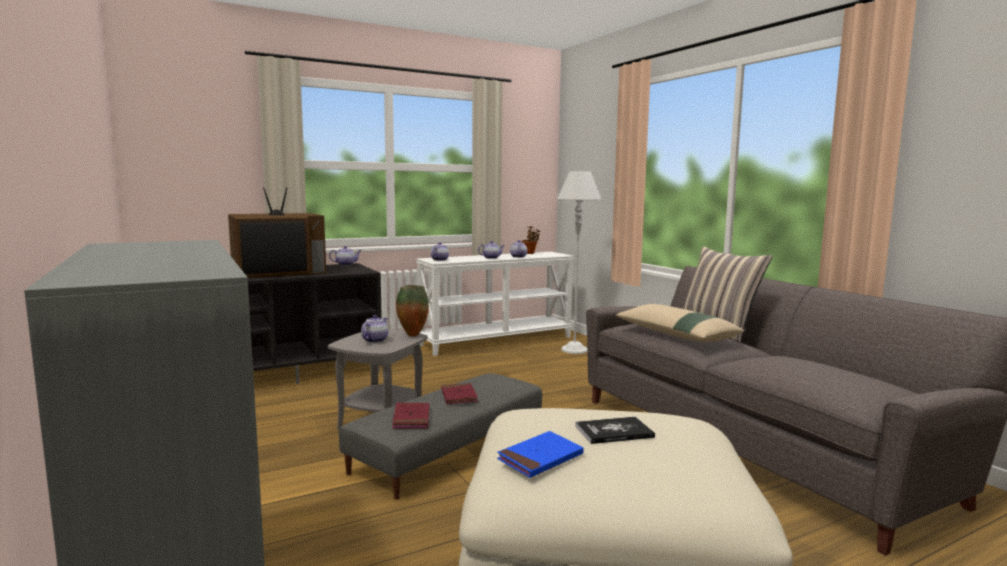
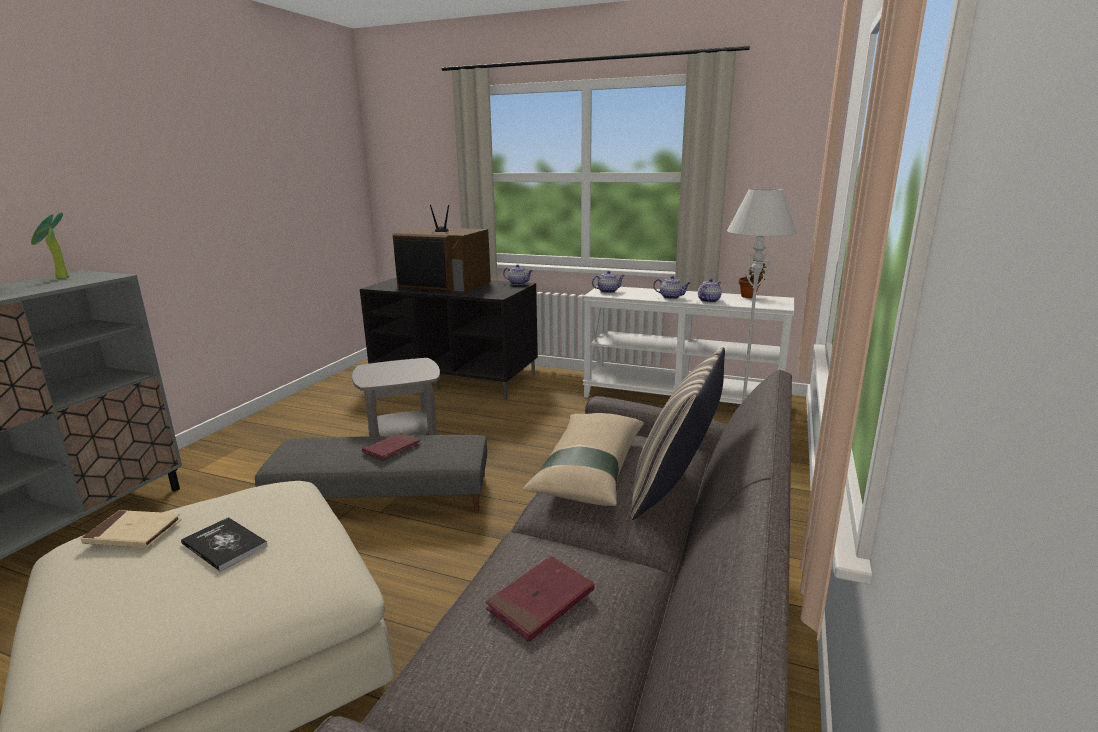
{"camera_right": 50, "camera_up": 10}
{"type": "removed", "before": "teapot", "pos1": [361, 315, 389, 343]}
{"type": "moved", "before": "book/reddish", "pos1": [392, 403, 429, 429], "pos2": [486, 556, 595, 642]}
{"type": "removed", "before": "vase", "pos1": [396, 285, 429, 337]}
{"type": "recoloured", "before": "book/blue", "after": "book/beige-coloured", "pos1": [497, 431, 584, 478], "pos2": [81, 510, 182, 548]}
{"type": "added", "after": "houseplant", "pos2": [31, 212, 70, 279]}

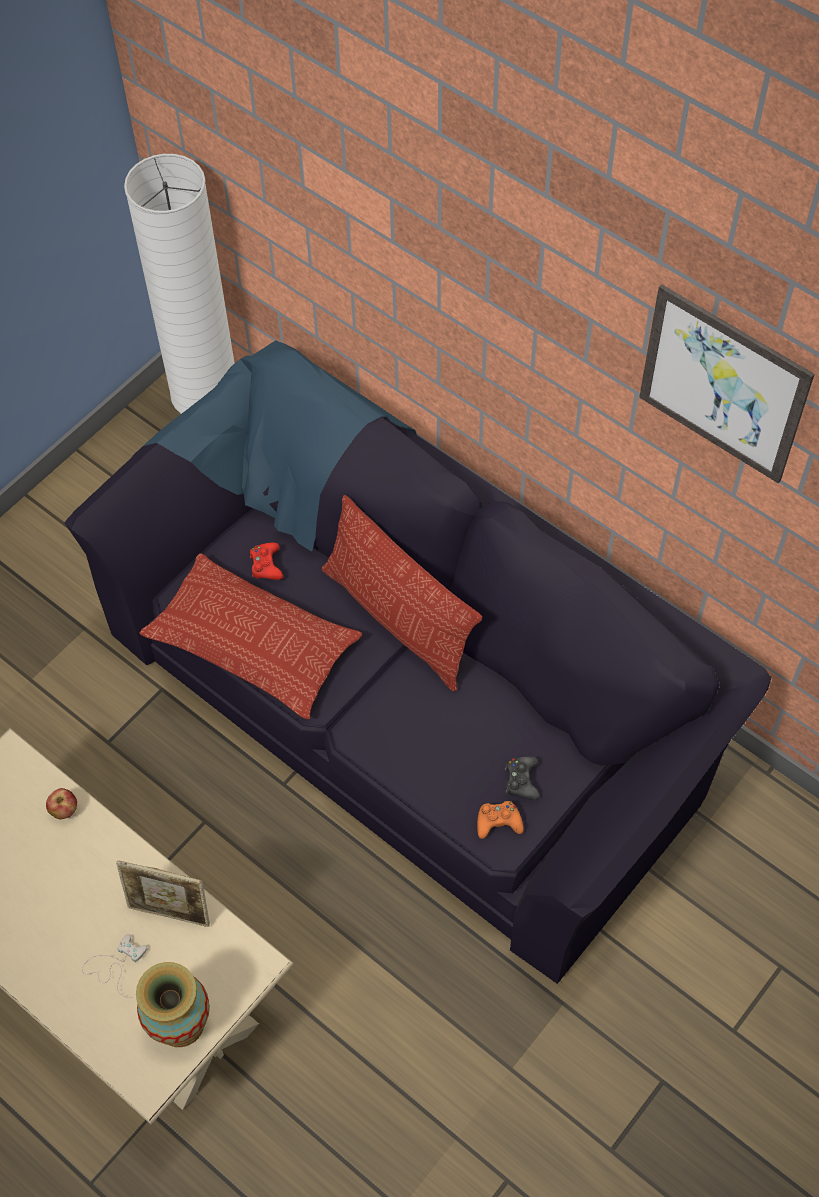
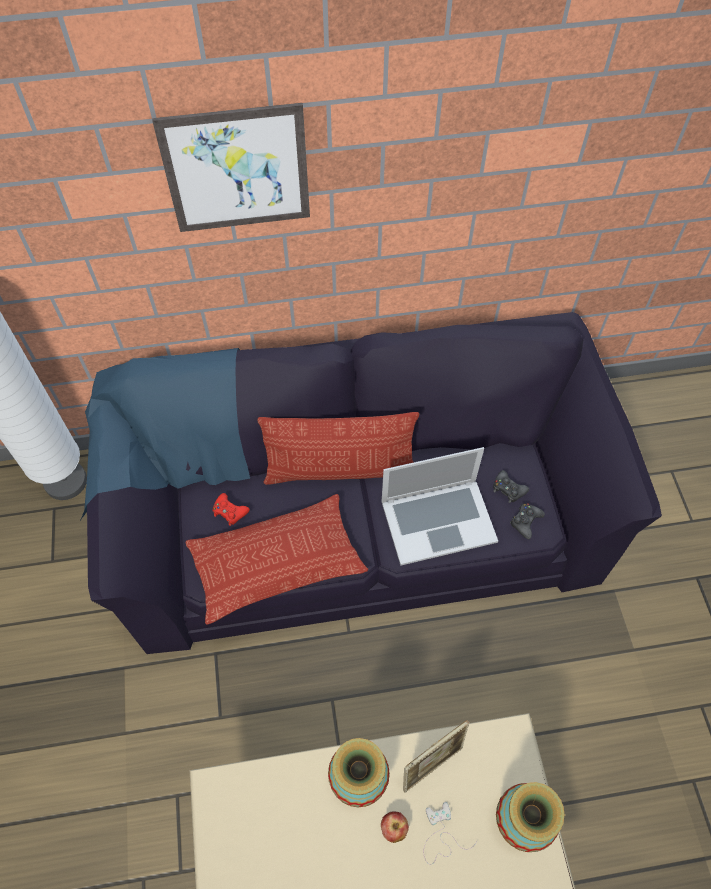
{"camera_right": -50, "camera_up": 0}
{"type": "moved", "before": "apple fruit", "pos1": [46, 788, 77, 819], "pos2": [381, 812, 409, 843]}
{"type": "recoloured", "before": "game controller/orange-coloured", "after": "game controller/blackish", "pos1": [477, 801, 524, 839], "pos2": [510, 503, 545, 539]}
{"type": "moved", "before": "wall art", "pos1": [639, 284, 815, 483], "pos2": [152, 103, 310, 232]}
{"type": "added", "after": "vase", "pos2": [328, 738, 390, 807]}
{"type": "added", "after": "laptop", "pos2": [382, 447, 498, 566]}

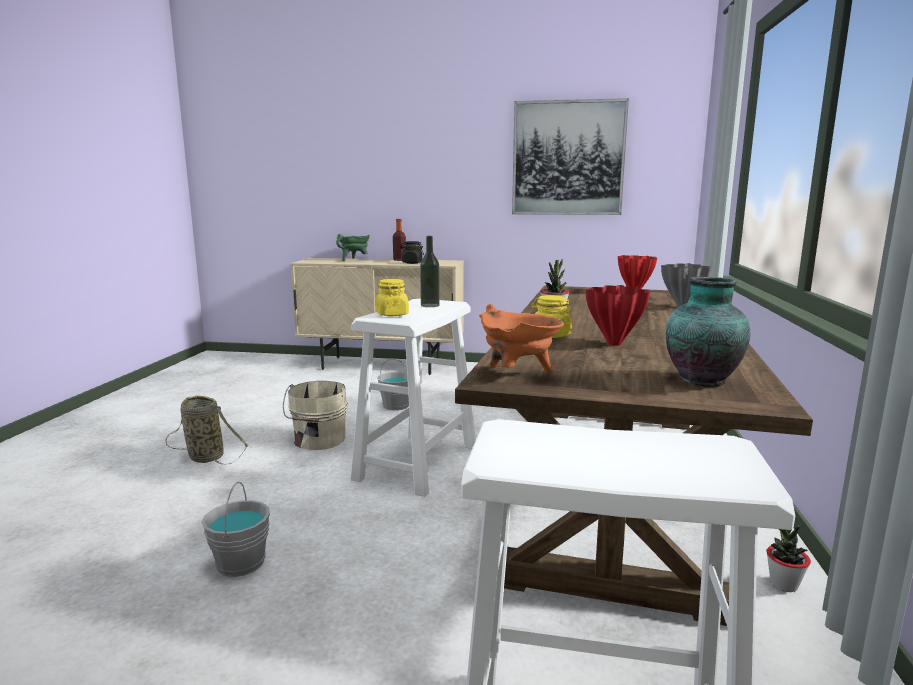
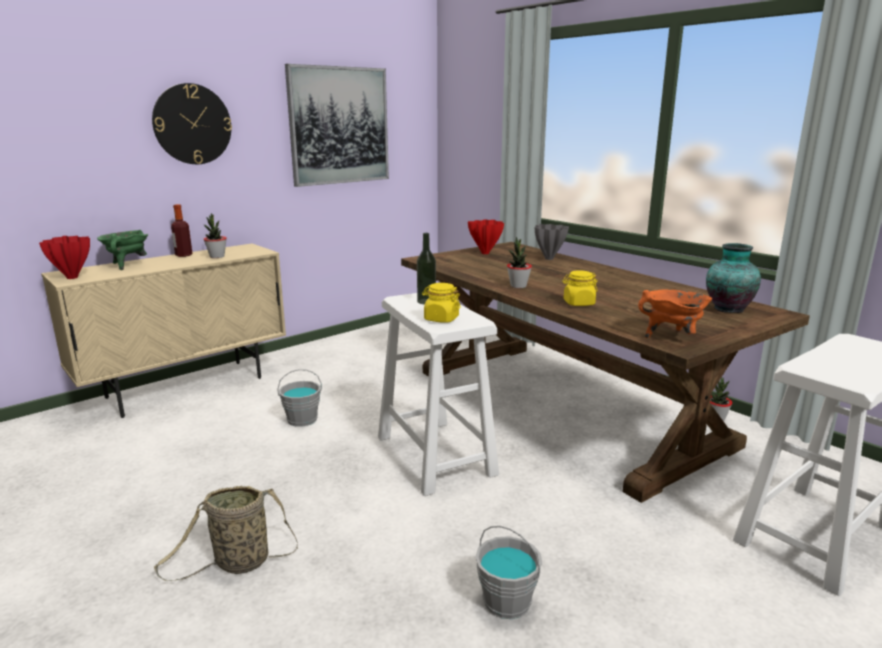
{"camera_right": -50, "camera_up": 5}
{"type": "removed", "before": "water bucket/beige-coloured", "pos1": [283, 381, 348, 450]}
{"type": "replaced", "before": "preserve jar/blackish", "after": "houseplant", "pos1": [400, 241, 424, 264], "pos2": [203, 213, 227, 258]}
{"type": "moved", "before": "vase/reddish", "pos1": [585, 285, 650, 346], "pos2": [39, 236, 90, 279]}
{"type": "added", "after": "clock on the wall", "pos2": [152, 83, 232, 164]}

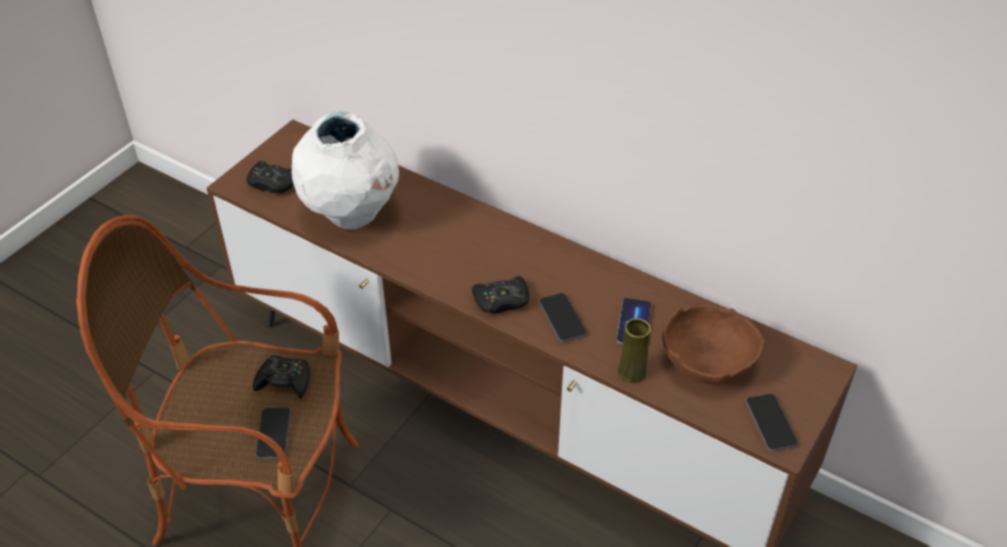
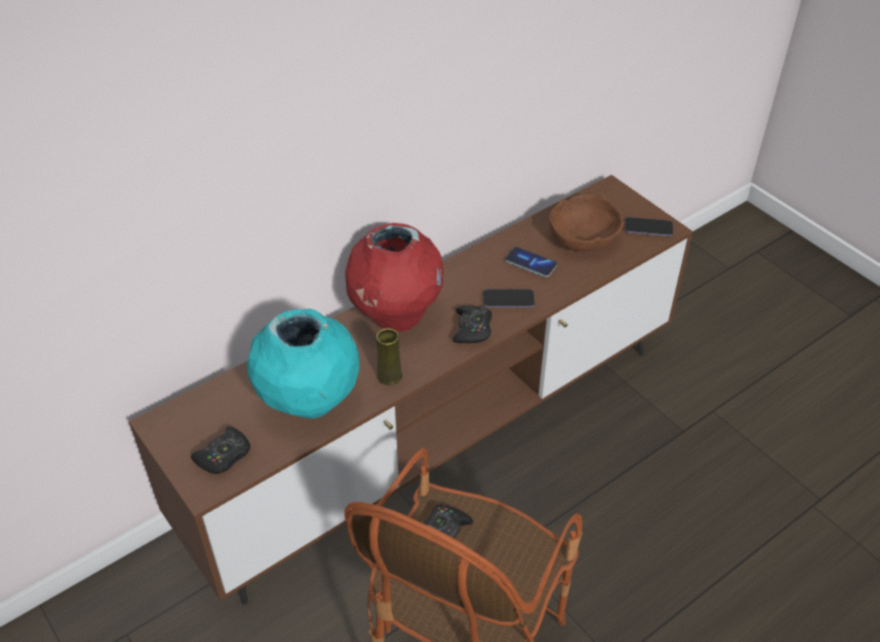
{"camera_right": -70, "camera_up": 0}
{"type": "removed", "before": "telephone", "pos1": [256, 407, 291, 459]}
{"type": "recoloured", "before": "vase/white", "after": "vase/blue-green", "pos1": [292, 111, 399, 229], "pos2": [247, 309, 359, 419]}
{"type": "moved", "before": "vase/yellowish", "pos1": [618, 318, 651, 383], "pos2": [376, 328, 402, 385]}
{"type": "added", "after": "vase/reddish", "pos2": [345, 223, 444, 332]}

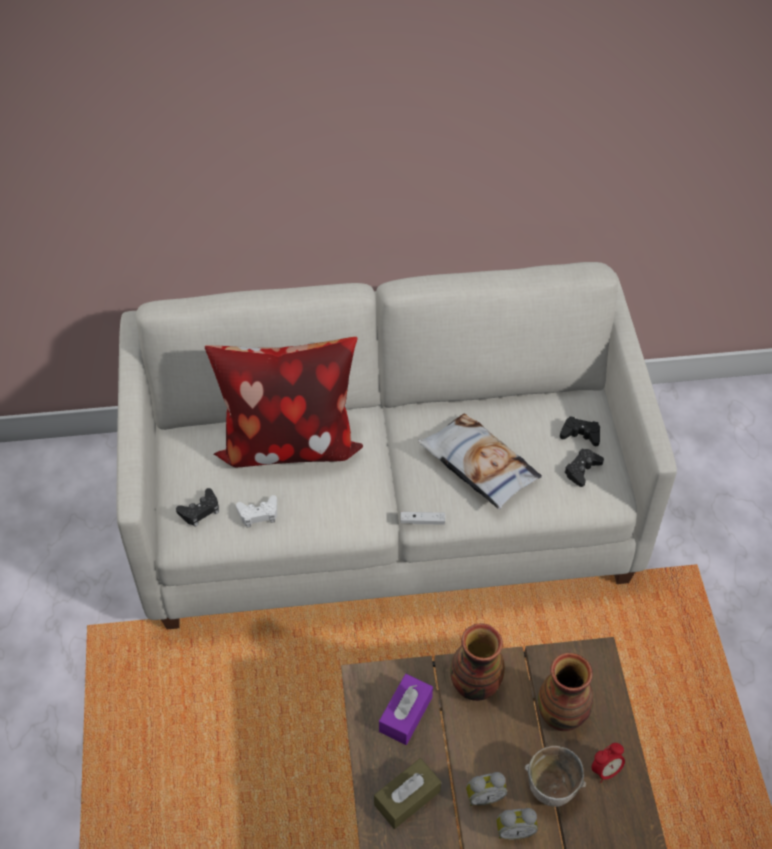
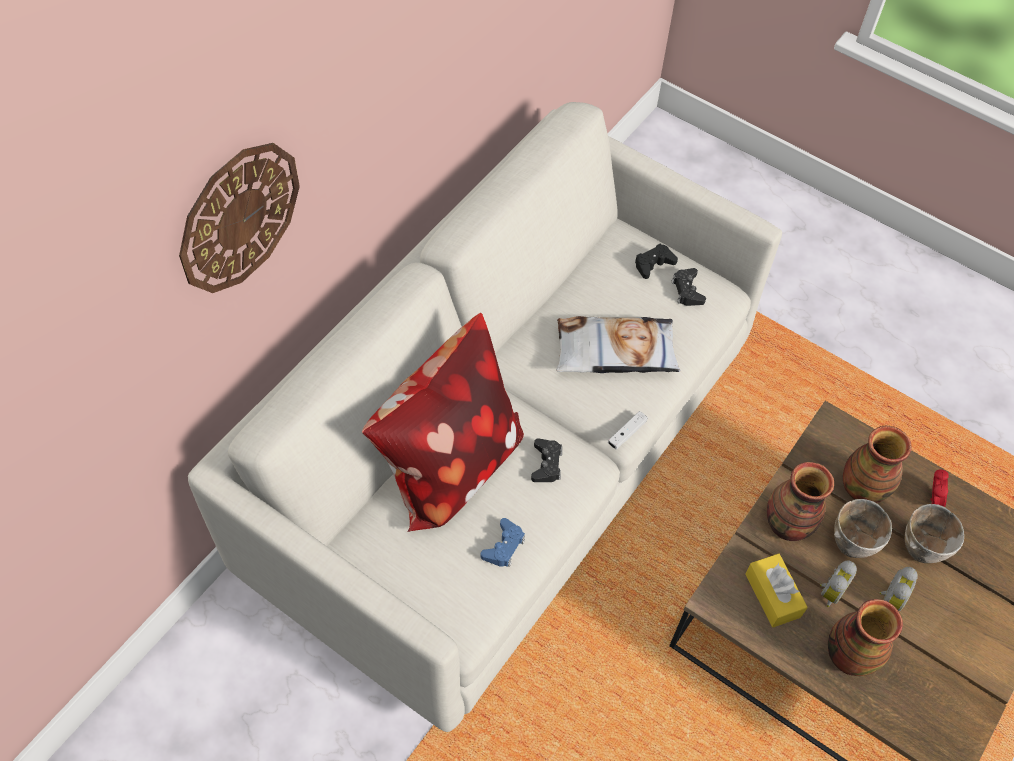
{"camera_right": -50, "camera_up": 5}
{"type": "moved", "before": "game controller/blackish", "pos1": [176, 488, 219, 527], "pos2": [531, 438, 562, 482]}
{"type": "recoloured", "before": "game controller/white", "after": "game controller/blue", "pos1": [236, 495, 277, 528], "pos2": [481, 518, 525, 567]}
{"type": "replaced", "before": "tissue box/brown", "after": "vase", "pos1": [374, 758, 441, 829], "pos2": [828, 599, 903, 676]}
{"type": "recoloured", "before": "tissue box/purple-coloured", "after": "tissue box/yellowish", "pos1": [379, 674, 433, 745], "pos2": [745, 553, 808, 627]}
{"type": "moved", "before": "alarm clock", "pos1": [496, 808, 538, 840], "pos2": [820, 561, 857, 607]}
{"type": "added", "after": "clock on the wall", "pos2": [179, 143, 300, 293]}
{"type": "added", "after": "bowl", "pos2": [834, 499, 892, 558]}

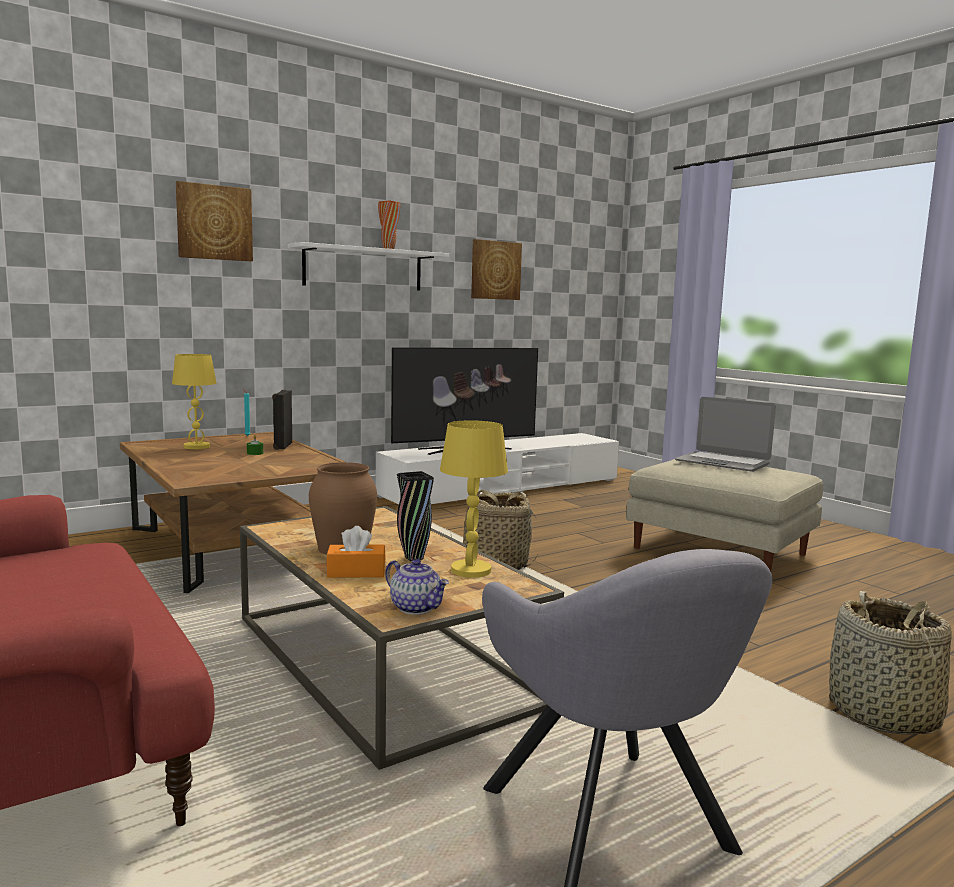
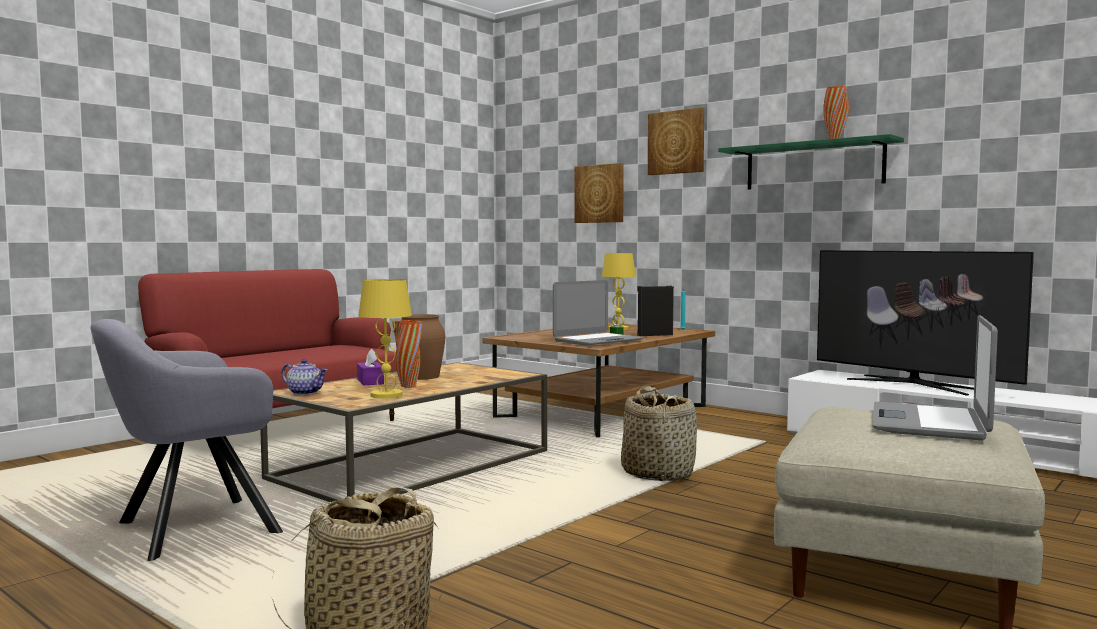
{"camera_right": 75, "camera_up": -5}
{"type": "recoloured", "before": "wall shelf/white", "after": "wall shelf/greenish", "pos1": [288, 242, 449, 291], "pos2": [718, 134, 904, 190]}
{"type": "recoloured", "before": "tissue box/orange-coloured", "after": "tissue box/purple-coloured", "pos1": [326, 526, 386, 578], "pos2": [357, 349, 384, 386]}
{"type": "turned", "before": "teapot", "pos1": [385, 559, 449, 615], "pos2": [282, 359, 327, 395], "turn": -90}
{"type": "recoloured", "before": "vase/blackish", "after": "vase/orange-coloured", "pos1": [397, 471, 434, 561], "pos2": [392, 320, 423, 388]}
{"type": "moved", "before": "wall art", "pos1": [471, 239, 522, 300], "pos2": [574, 163, 624, 223]}
{"type": "added", "after": "laptop", "pos2": [553, 280, 644, 346]}

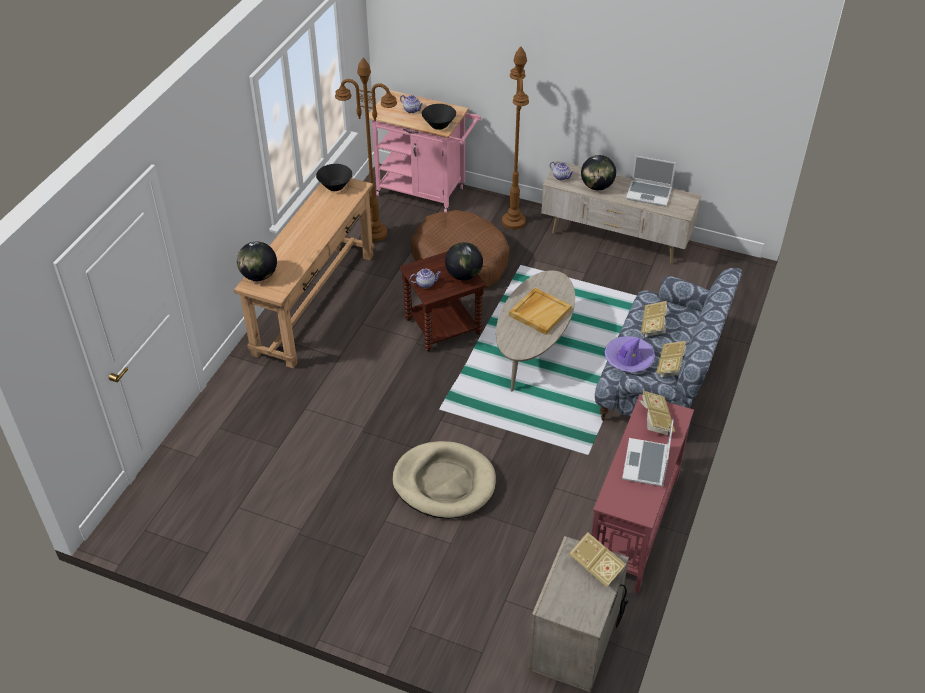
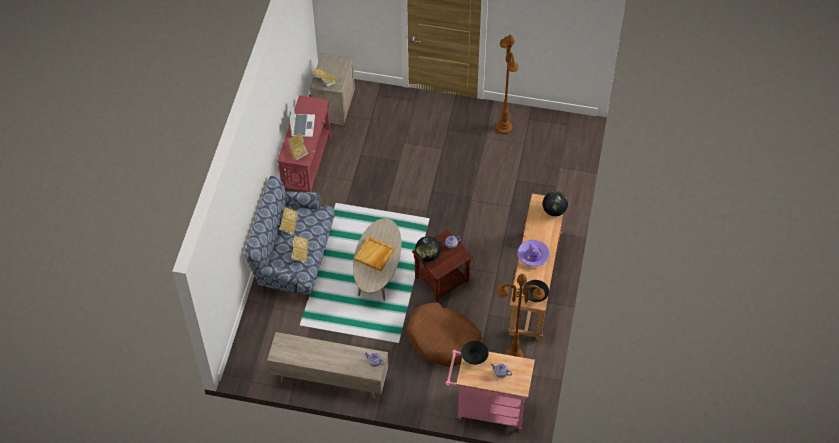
{"camera_right": 170, "camera_up": 10}
{"type": "removed", "before": "dog bed/beige-coloured", "pos1": [392, 441, 496, 519]}
{"type": "moved", "before": "standing lamp/brown", "pos1": [502, 47, 529, 229], "pos2": [496, 34, 519, 134]}
{"type": "removed", "before": "globe", "pos1": [581, 155, 616, 190]}
{"type": "moved", "before": "wearable hat/purple-coloured", "pos1": [605, 336, 655, 372], "pos2": [517, 240, 550, 267]}
{"type": "removed", "before": "laptop", "pos1": [626, 156, 676, 206]}

